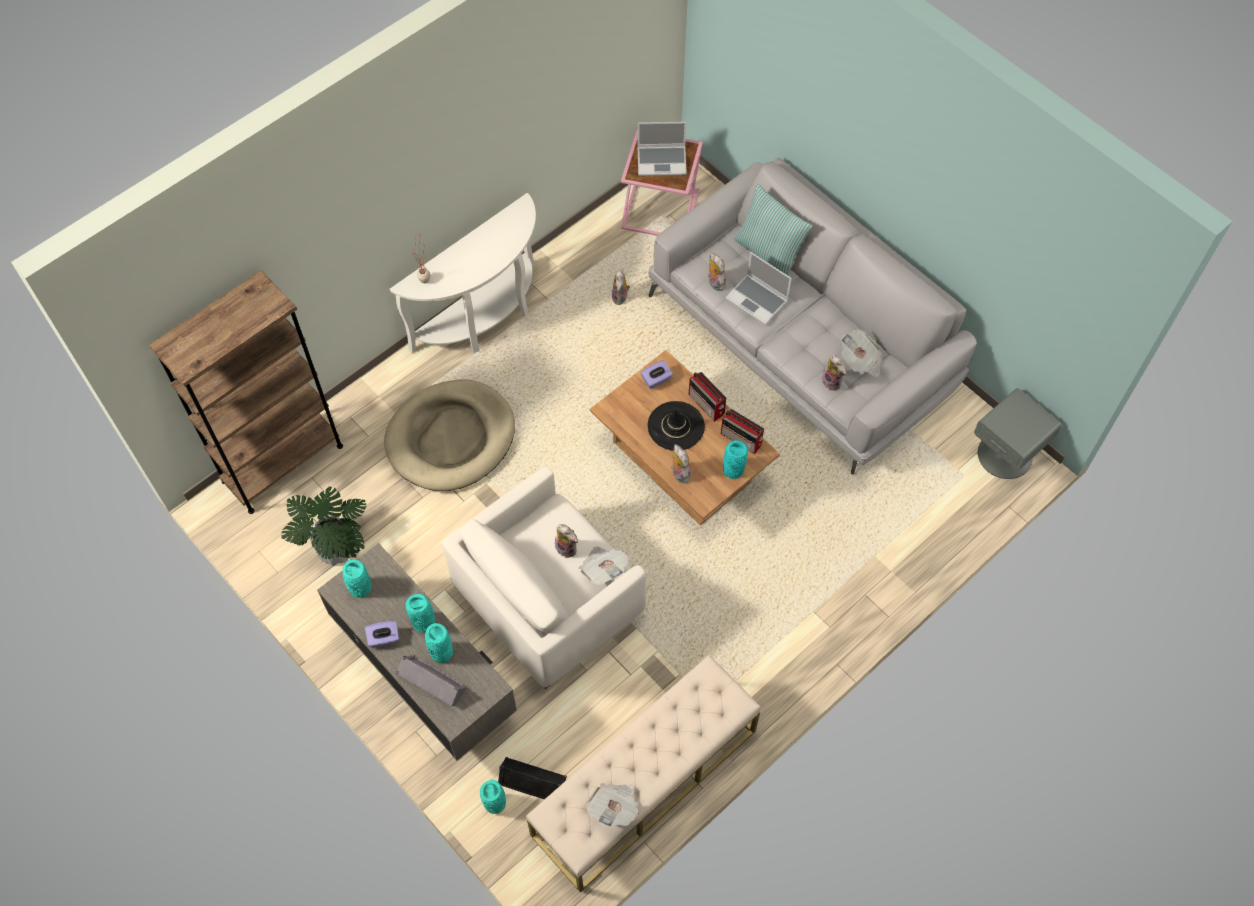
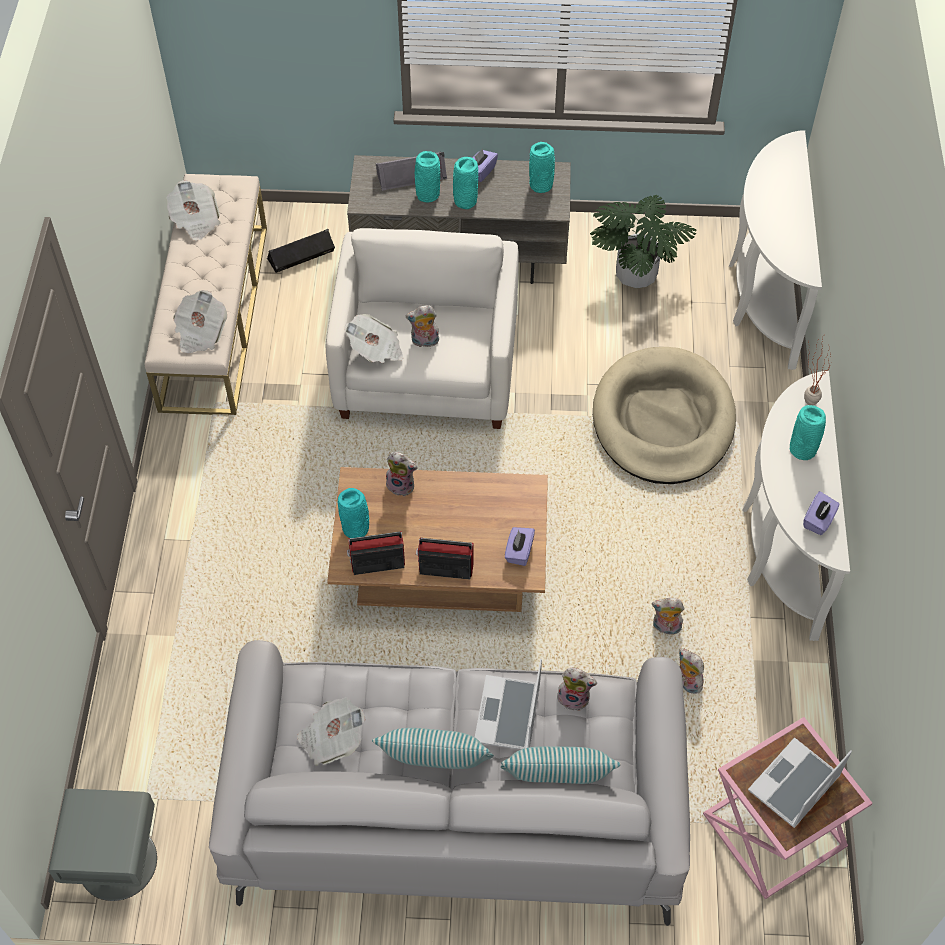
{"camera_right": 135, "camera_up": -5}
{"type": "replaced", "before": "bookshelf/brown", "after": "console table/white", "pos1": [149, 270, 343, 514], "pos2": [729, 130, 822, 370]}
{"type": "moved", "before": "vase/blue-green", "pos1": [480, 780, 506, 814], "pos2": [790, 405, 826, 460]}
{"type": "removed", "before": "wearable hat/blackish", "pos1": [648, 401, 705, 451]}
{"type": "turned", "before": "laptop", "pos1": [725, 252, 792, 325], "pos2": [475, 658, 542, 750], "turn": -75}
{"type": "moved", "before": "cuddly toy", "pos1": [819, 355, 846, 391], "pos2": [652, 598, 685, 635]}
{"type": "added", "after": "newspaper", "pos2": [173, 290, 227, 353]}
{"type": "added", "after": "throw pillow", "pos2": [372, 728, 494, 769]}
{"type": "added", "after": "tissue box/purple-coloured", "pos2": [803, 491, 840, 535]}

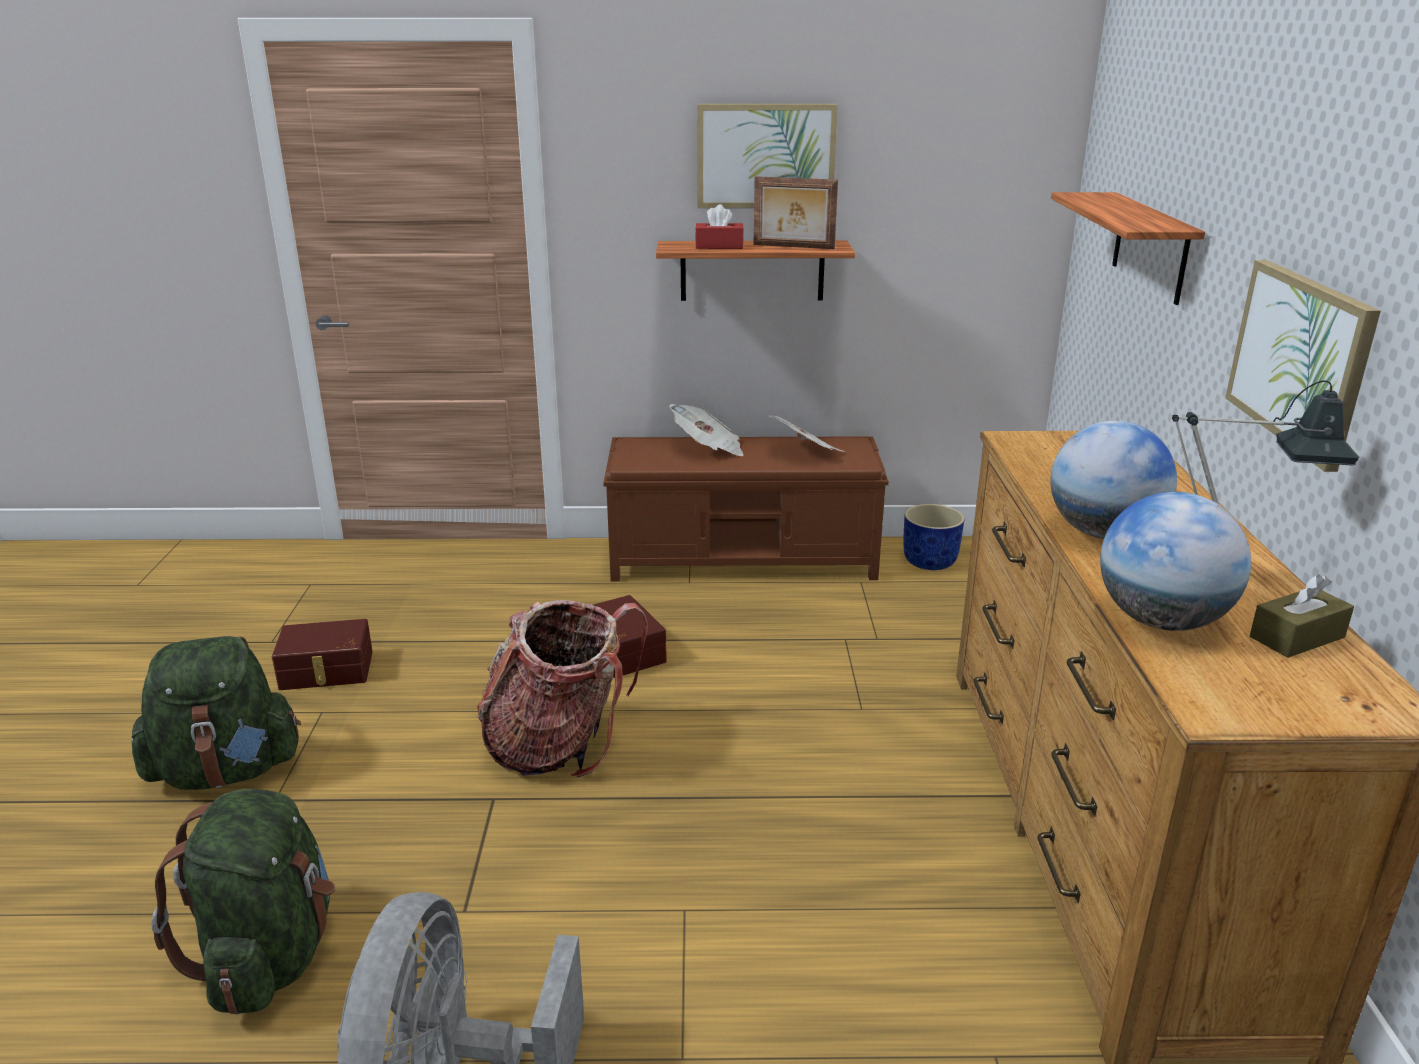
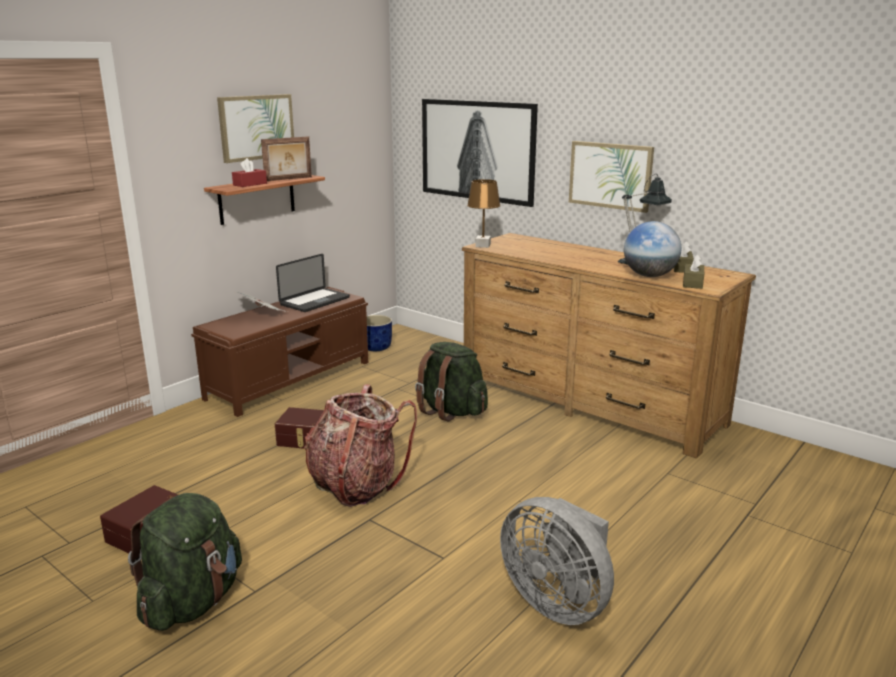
{"camera_right": -50, "camera_up": -5}
{"type": "moved", "before": "rucksack/greenish", "pos1": [151, 789, 335, 1015], "pos2": [415, 342, 488, 421]}
{"type": "replaced", "before": "newspaper", "after": "laptop", "pos1": [769, 415, 845, 452], "pos2": [276, 254, 350, 312]}
{"type": "replaced", "before": "wall shelf", "after": "wall art", "pos1": [1051, 192, 1205, 305], "pos2": [422, 99, 538, 207]}
{"type": "removed", "before": "globe", "pos1": [1051, 421, 1177, 539]}
{"type": "added", "after": "lamp for a table/brown", "pos2": [467, 179, 501, 248]}
{"type": "added", "after": "tissue box/brown", "pos2": [683, 255, 704, 289]}

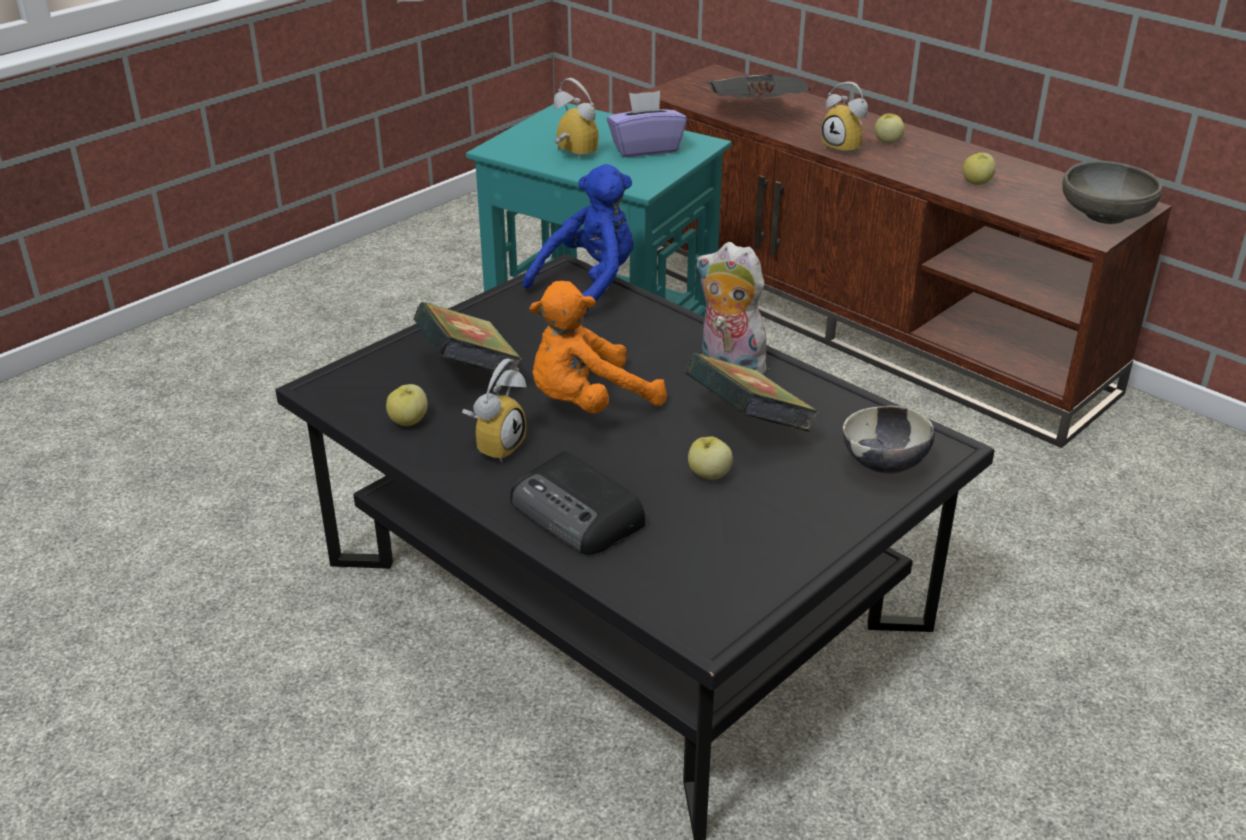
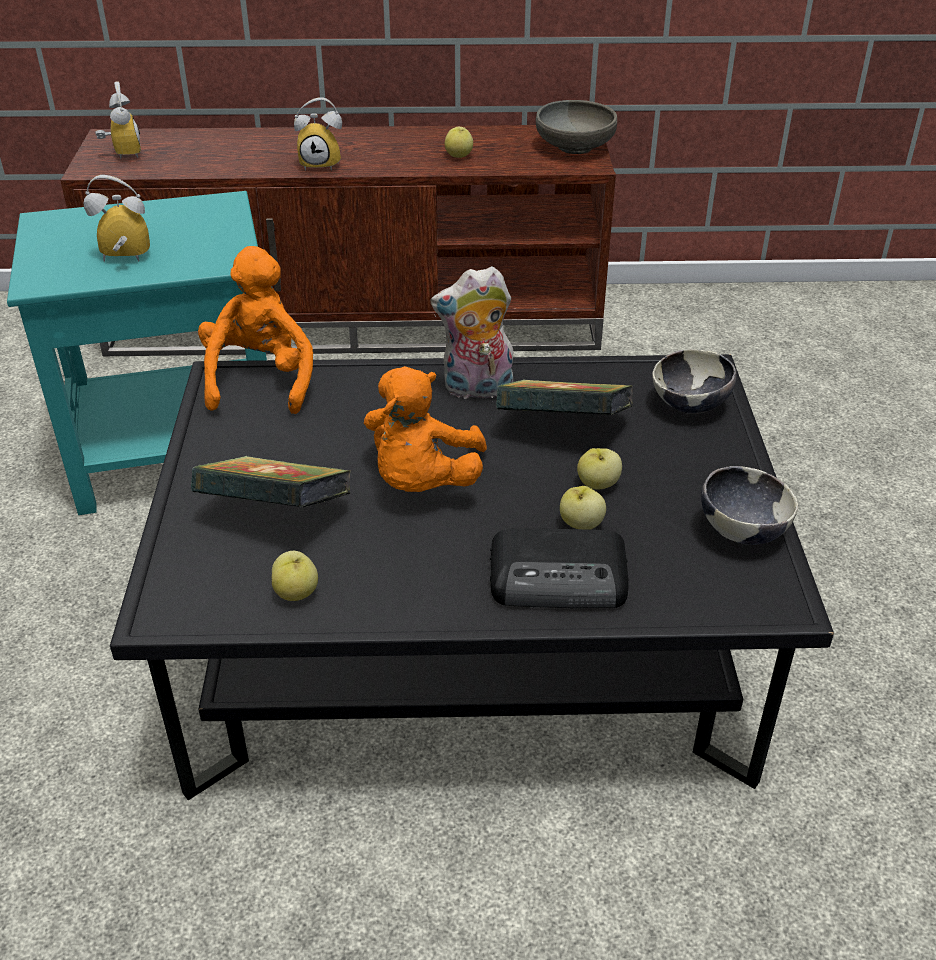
{"camera_right": -45, "camera_up": 5}
{"type": "moved", "before": "alarm clock", "pos1": [462, 358, 527, 462], "pos2": [95, 81, 141, 159]}
{"type": "recoloured", "before": "cuddly toy/blue", "after": "cuddly toy/orange-coloured", "pos1": [523, 164, 634, 312], "pos2": [198, 246, 313, 414]}
{"type": "removed", "before": "tissue box/purple-coloured", "pos1": [607, 91, 687, 157]}
{"type": "removed", "before": "newspaper", "pos1": [706, 75, 811, 98]}
{"type": "moved", "before": "apple fruit", "pos1": [875, 114, 905, 144], "pos2": [560, 486, 606, 530]}
{"type": "added", "after": "bowl", "pos2": [701, 466, 798, 545]}

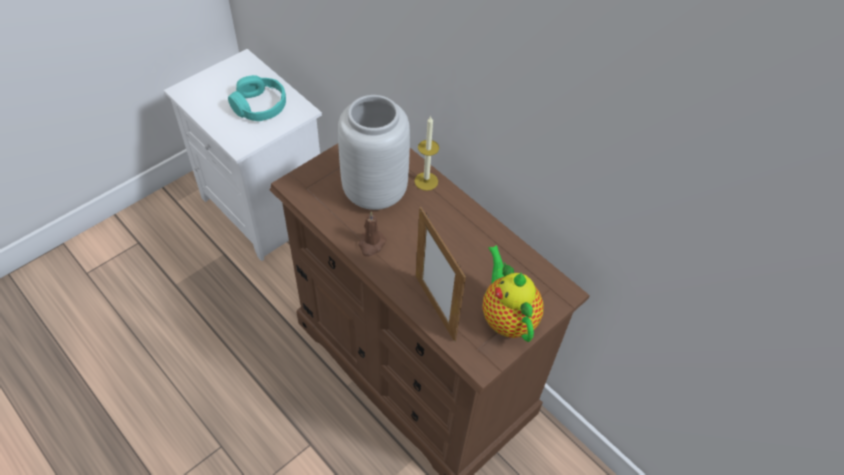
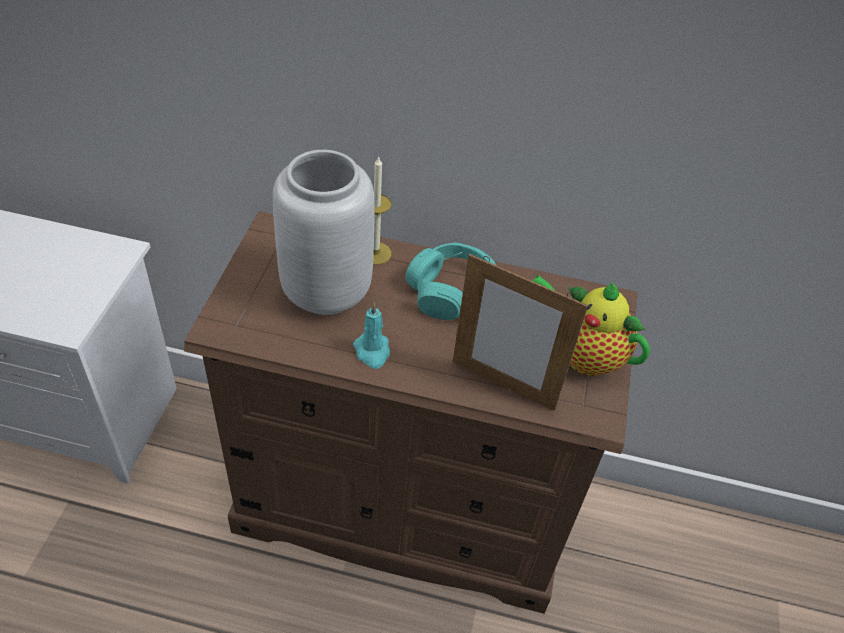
{"camera_right": -35, "camera_up": -5}
{"type": "moved", "before": "pair of headphones/blue-green", "pos1": [228, 75, 286, 121], "pos2": [406, 243, 497, 320]}
{"type": "recoloured", "before": "wax candle/brown", "after": "wax candle/blue-green", "pos1": [359, 211, 386, 257], "pos2": [353, 302, 390, 369]}

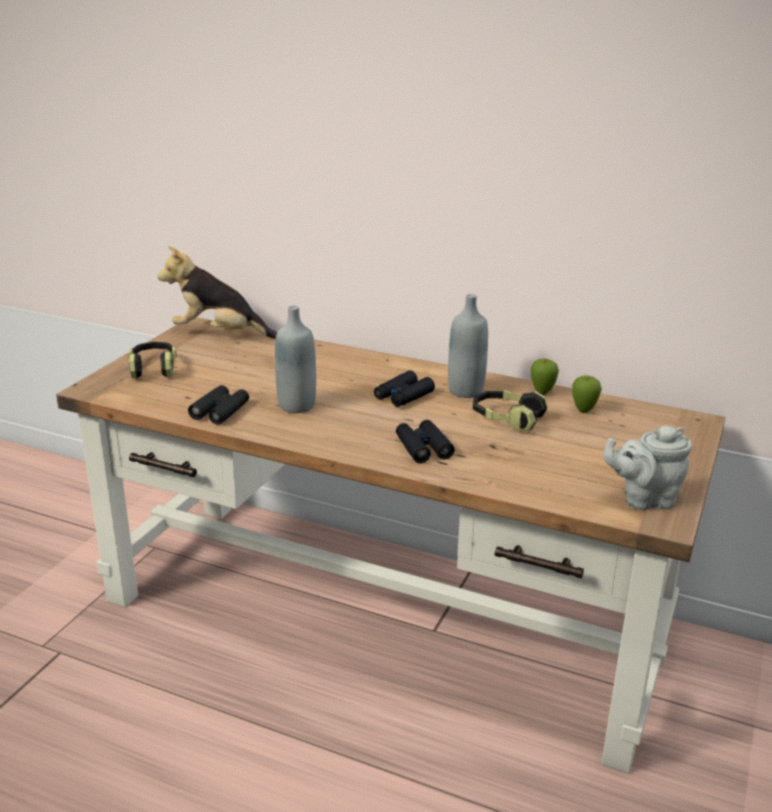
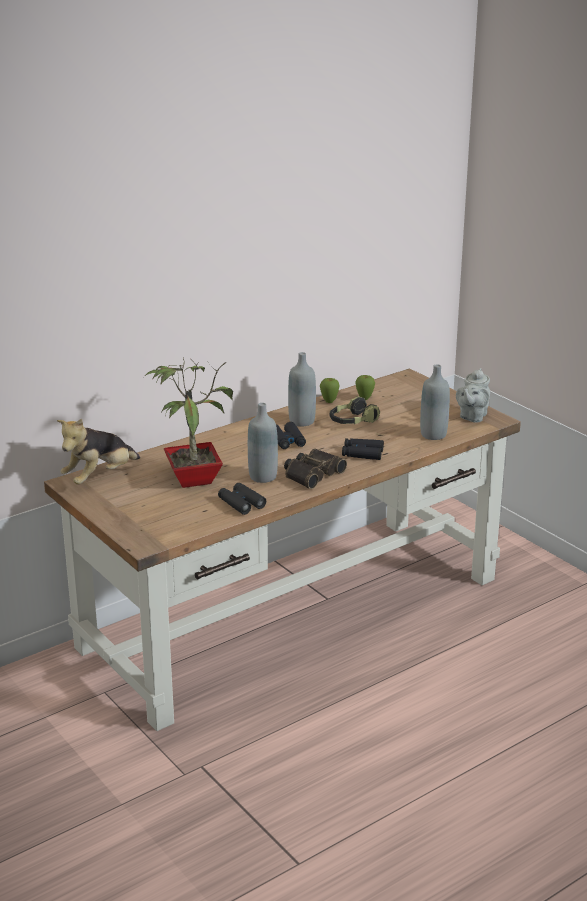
{"camera_right": -60, "camera_up": 0}
{"type": "removed", "before": "pair of headphones", "pos1": [128, 342, 177, 378]}
{"type": "added", "after": "houseplant", "pos2": [145, 357, 233, 488]}
{"type": "added", "after": "field glasses", "pos2": [284, 449, 347, 489]}
{"type": "added", "after": "drink bottle/grey", "pos2": [420, 364, 450, 440]}

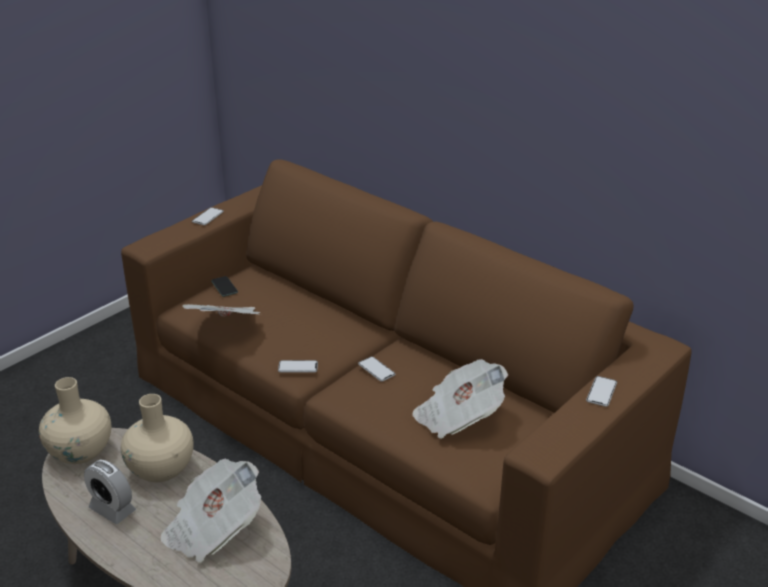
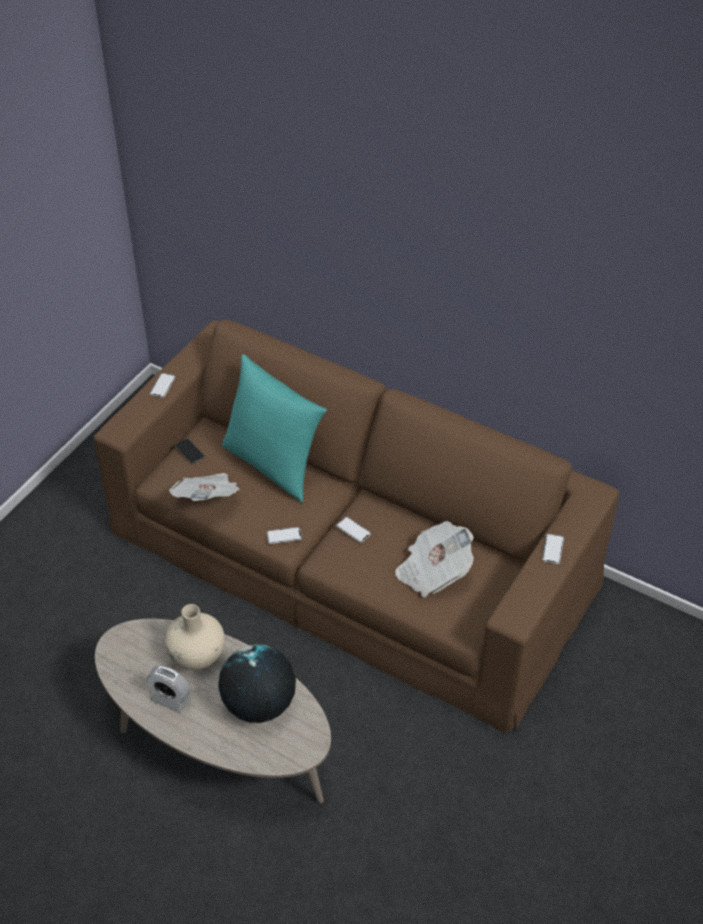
{"camera_right": -10, "camera_up": 15}
{"type": "removed", "before": "vase/beige-coloured", "pos1": [39, 377, 111, 464]}
{"type": "replaced", "before": "newspaper", "after": "globe", "pos1": [160, 459, 261, 563], "pos2": [218, 645, 296, 723]}
{"type": "added", "after": "throw pillow/blue-green", "pos2": [222, 354, 327, 503]}

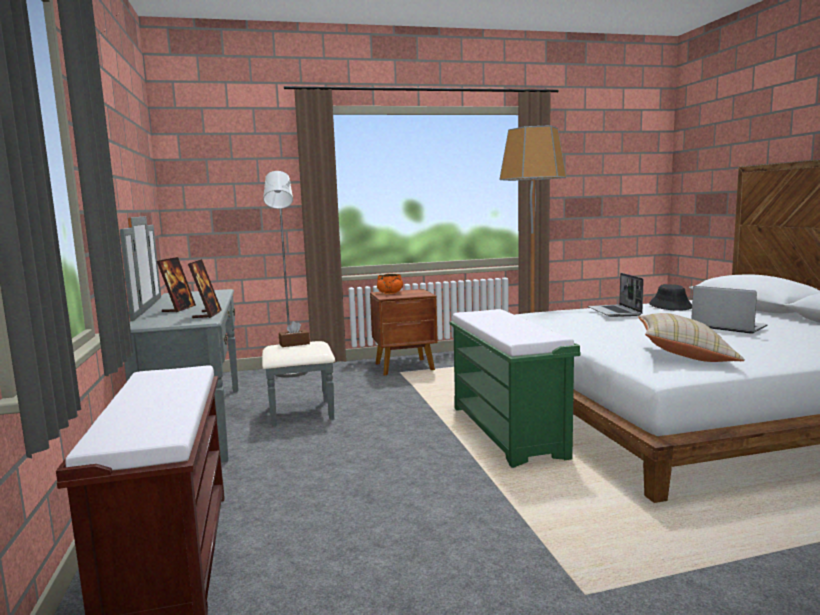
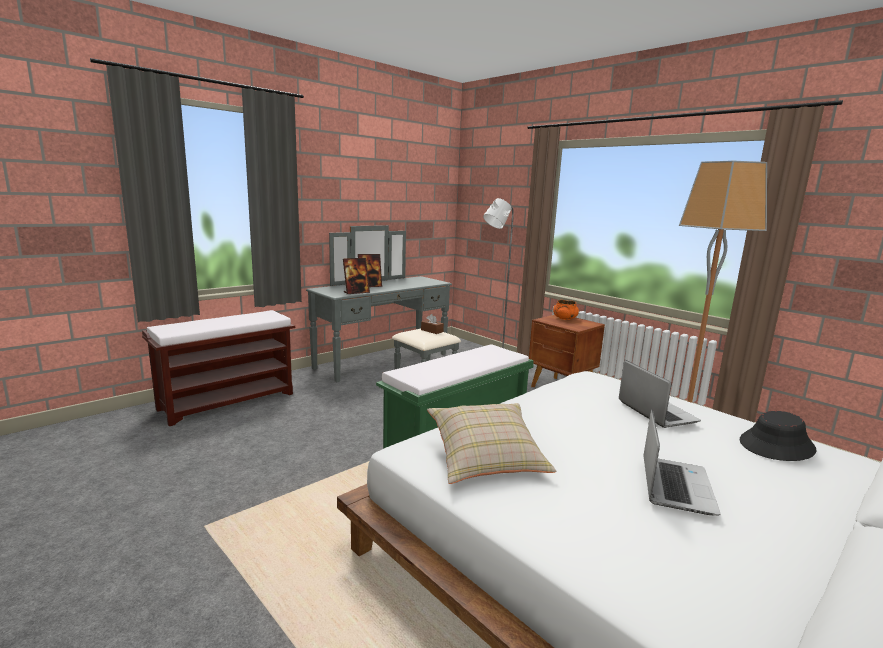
{"camera_right": 60, "camera_up": 5}
{"type": "turned", "before": "laptop", "pos1": [588, 273, 644, 317], "pos2": [619, 360, 701, 428], "turn": 105}

